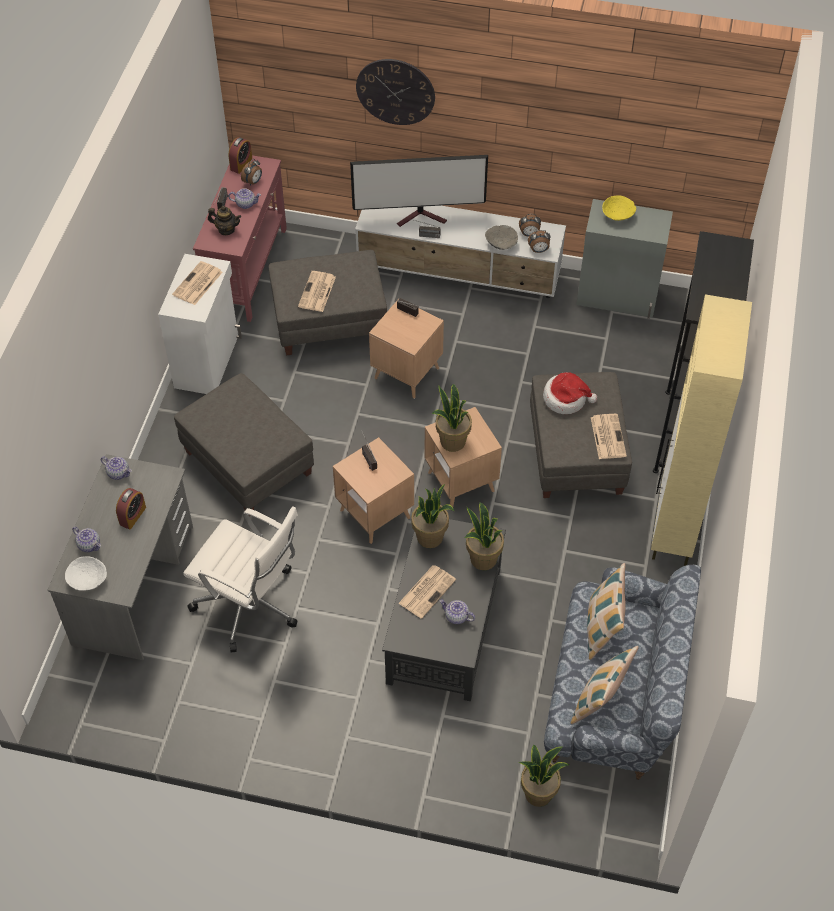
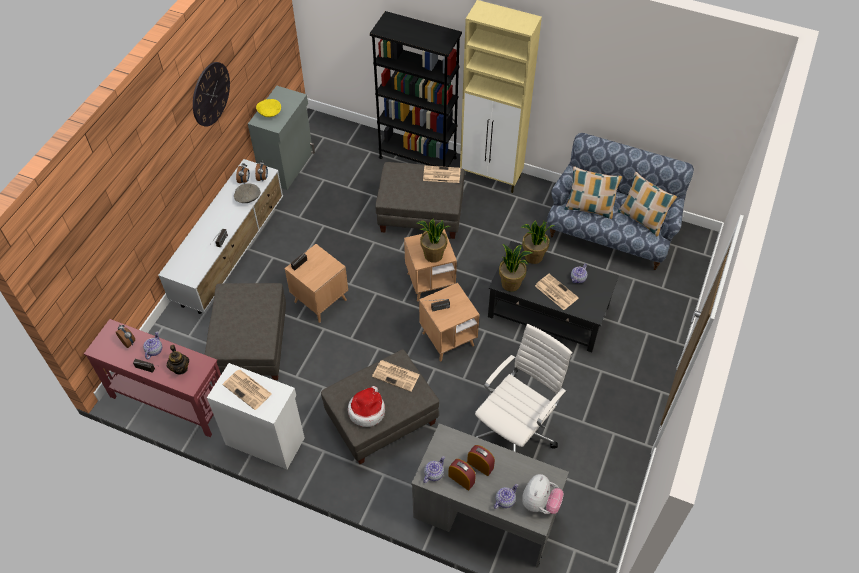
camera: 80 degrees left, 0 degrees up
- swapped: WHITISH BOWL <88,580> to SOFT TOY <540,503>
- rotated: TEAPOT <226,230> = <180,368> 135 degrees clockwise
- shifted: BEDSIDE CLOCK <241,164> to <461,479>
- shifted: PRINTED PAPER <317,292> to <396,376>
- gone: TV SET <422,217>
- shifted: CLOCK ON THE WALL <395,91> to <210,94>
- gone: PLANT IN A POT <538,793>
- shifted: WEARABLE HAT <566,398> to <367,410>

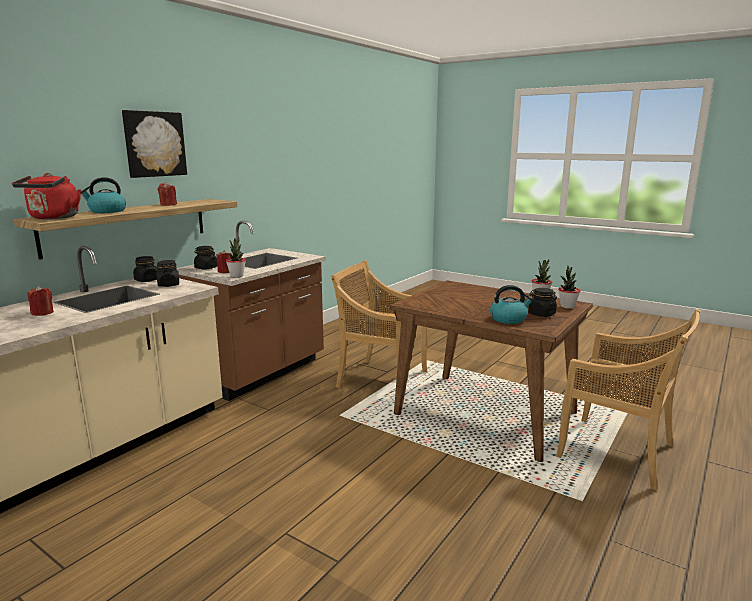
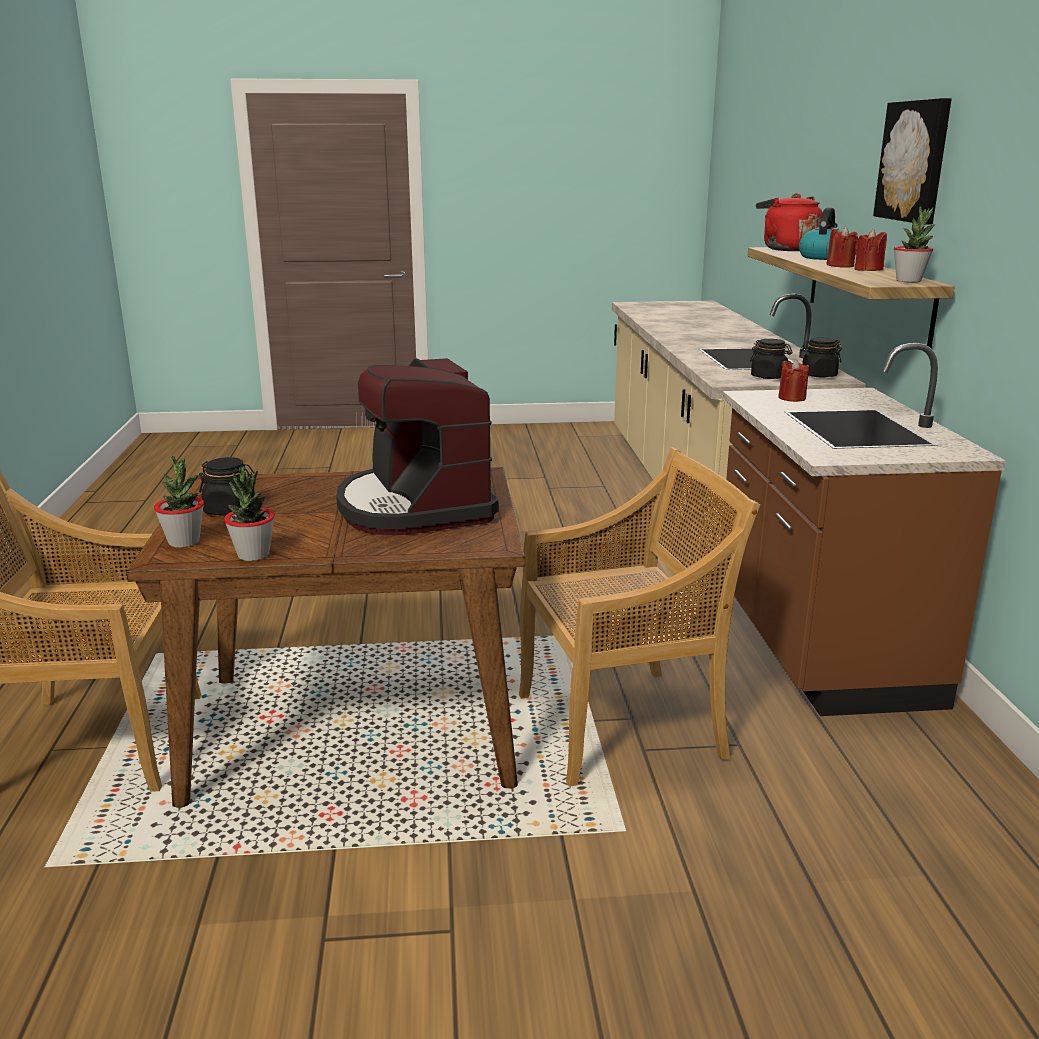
camera: 140 degrees right, 5 degrees up
- shifted: RED-COLOURED CANDLE <42,313> to <840,266>
- gone: BLACK-COLOURED PRESERVE JAR <206,268>
- shifted: PLANT IN A POT <237,276> to <908,281>
- gone: WATER KETTLE <508,319>
- new: COFFEE BREWER <415,507>

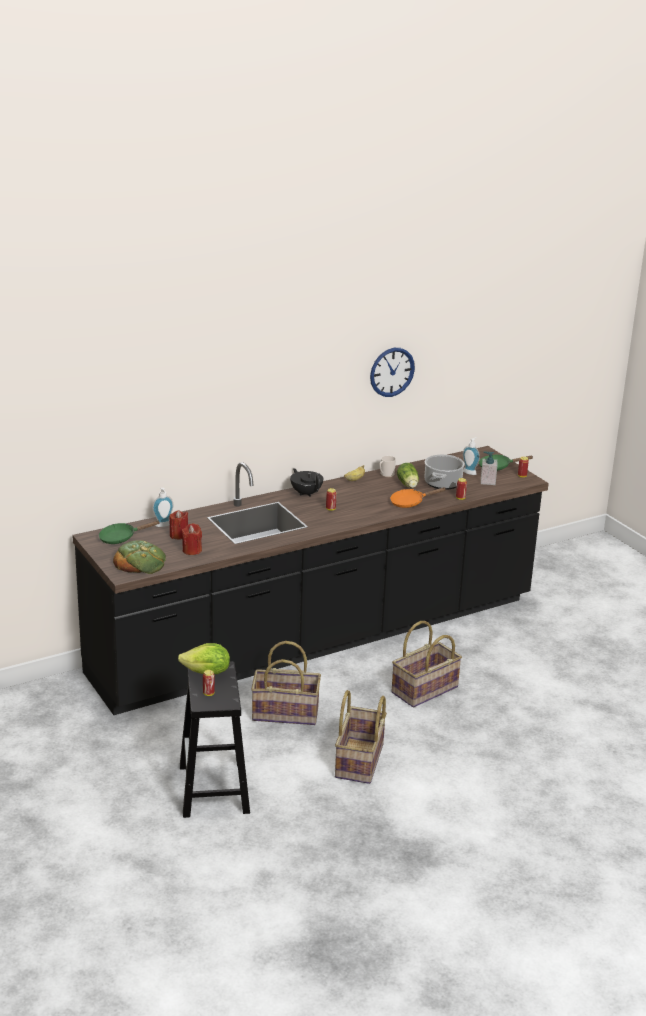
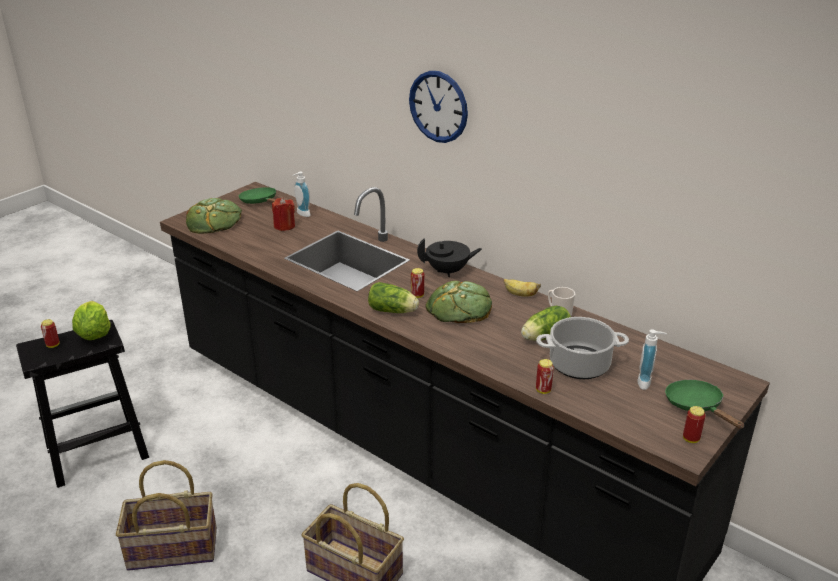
camera: 70 degrees right, 5 degrees up
- gone: RED-COLOURED CANDLE <192,550>
- gone: STORAGE BASKET <286,712>
- rotated: BLACK-COLOURED TEAPOT <306,493> = <448,271> 45 degrees clockwise
- shifted: CLOCK ON THE WALL <392,372> to <438,106>
- gone: ORANGE PAN <410,502>
- gone: SOAP DISPENSER <487,481>
- new: HEAD OF LETTUCE <394,311>
- new: BAKERY BREAD <459,308>

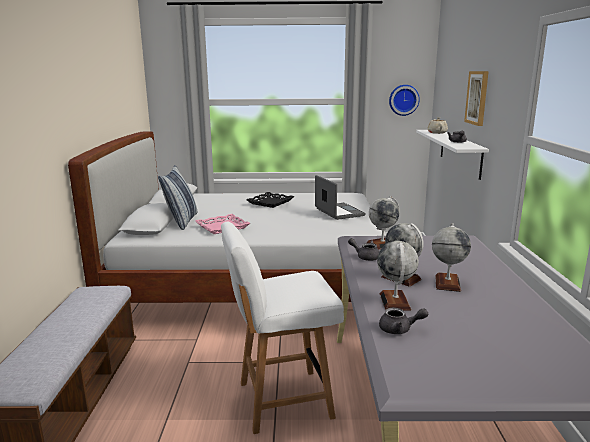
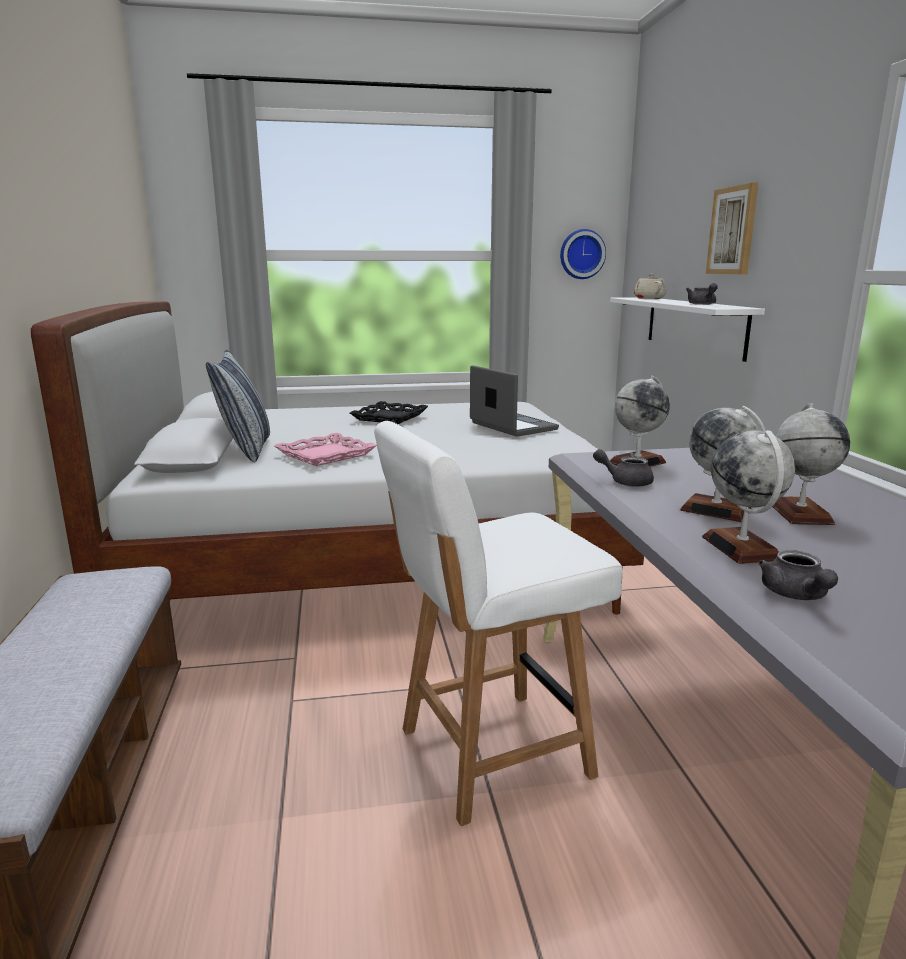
camera: 10 degrees left, 0 degrees up
- rotated: GREYISH TEAPOT <399,329> = <796,595> 90 degrees clockwise

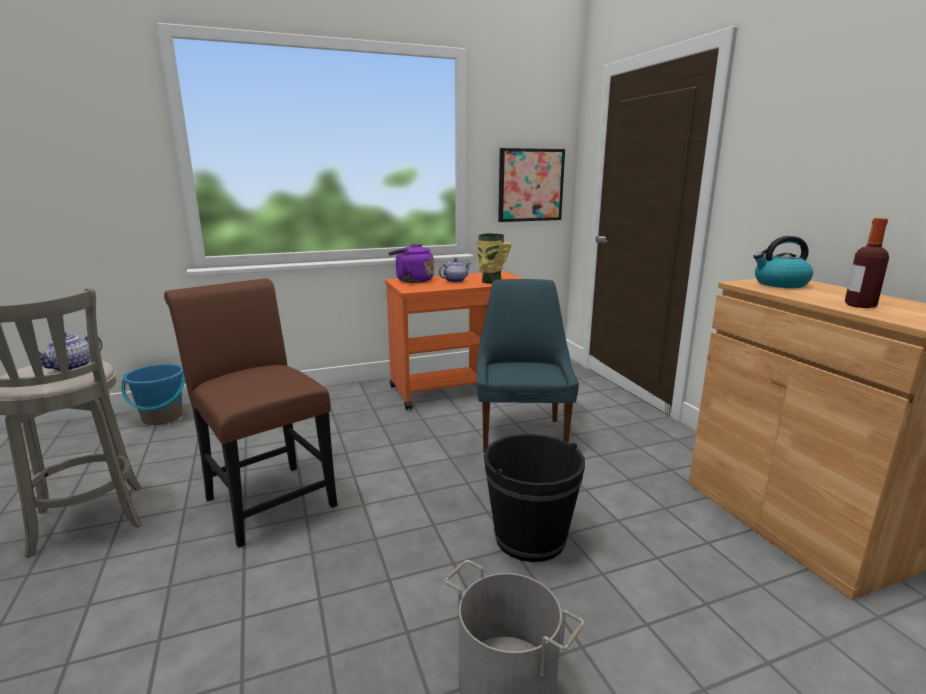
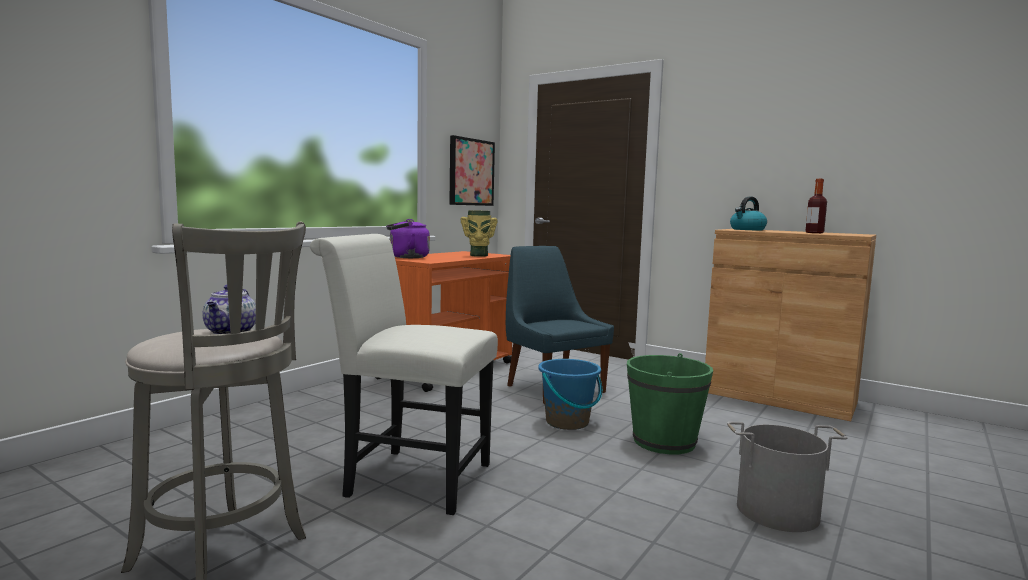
camera: 35 degrees left, 10 degrees down
- shifted: BLUISH PAIL <162,418> to <567,422>
- repainted: BROWNISH UPRIGHT CHAIR <266,498> to WHITISH UPRIGHT CHAIR <409,478>
- gone: TEAPOT <455,281>
- repainted: BLACK-COLOURED PAIL <530,538> to GREENISH PAIL <664,442>

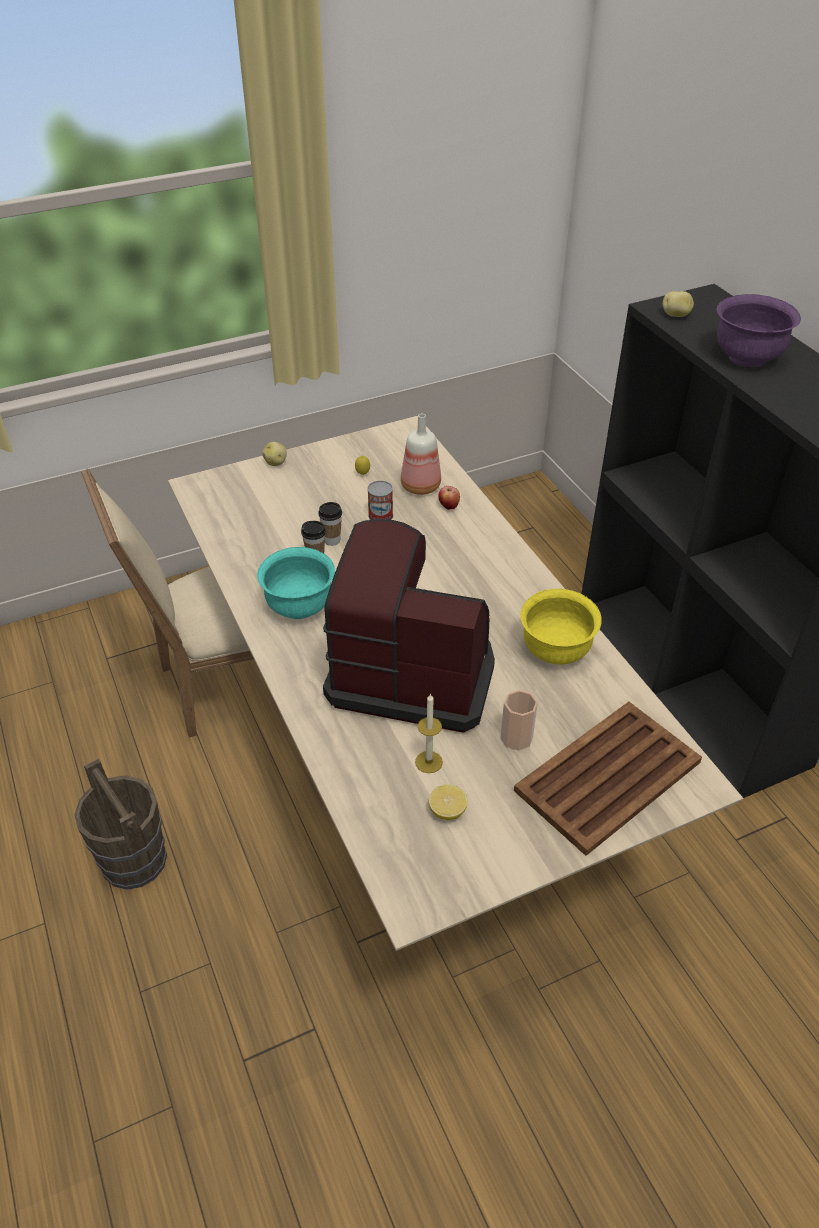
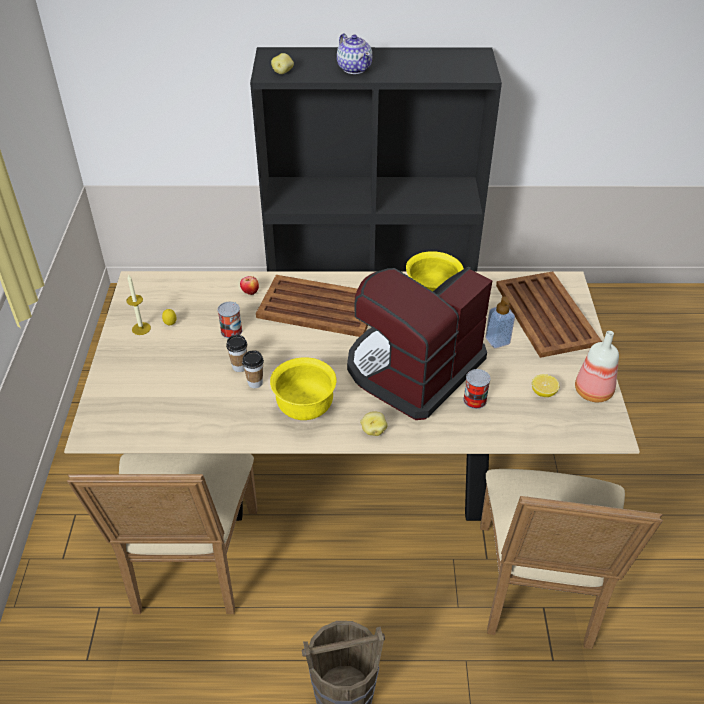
camera: 65 degrees left, 0 degrees up
- repainted: BLUE-GREEN BOWL <299,607> to YELLOW-COLOURED BOWL <305,408>
- shifted: WHOLE POTATO <276,462> to <373,430>
- shifted: BEVERAGE BOTTLE <420,487> to <594,392>
- shifted: CANDLE <428,762> to <141,328>
- swapped: CUP <516,737> to SOAP DISPENSER <497,341>
- swapped: PURPLE BOWL <746,357> to TEAPOT <354,68>
- new: BROWNISH SERVING TRAY <317,306>
- new: METAL CAN <474,400>
- new: BEIGE UPRIGHT CHAIR <538,592>

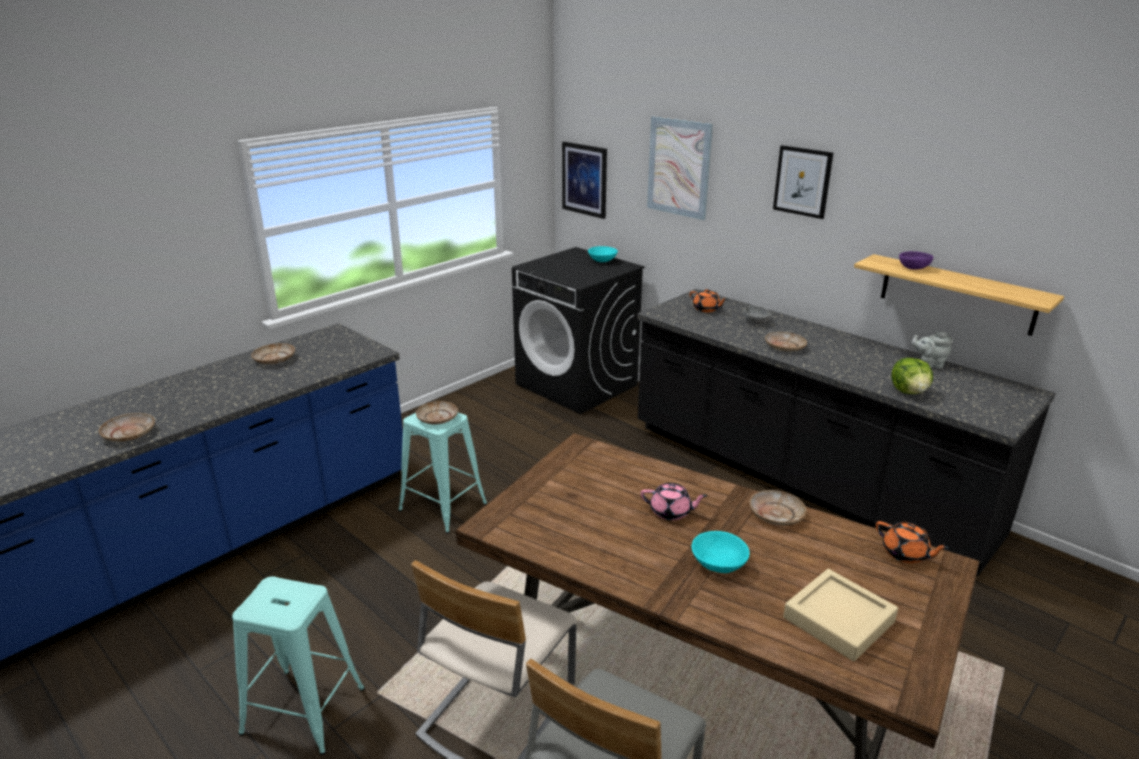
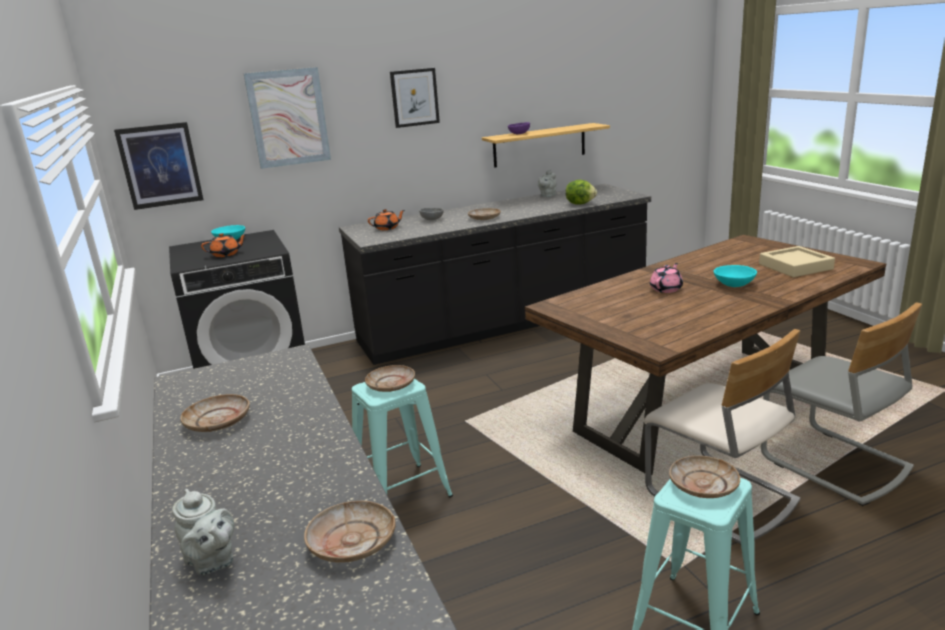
camera: 65 degrees left, 5 degrees down
- shifted: BEIGE FLAT DISH <776,514> to <703,485>
- shifted: ORANGE TEAPOT <905,554> to <226,254>
- new: GREYISH TEAPOT <211,562>

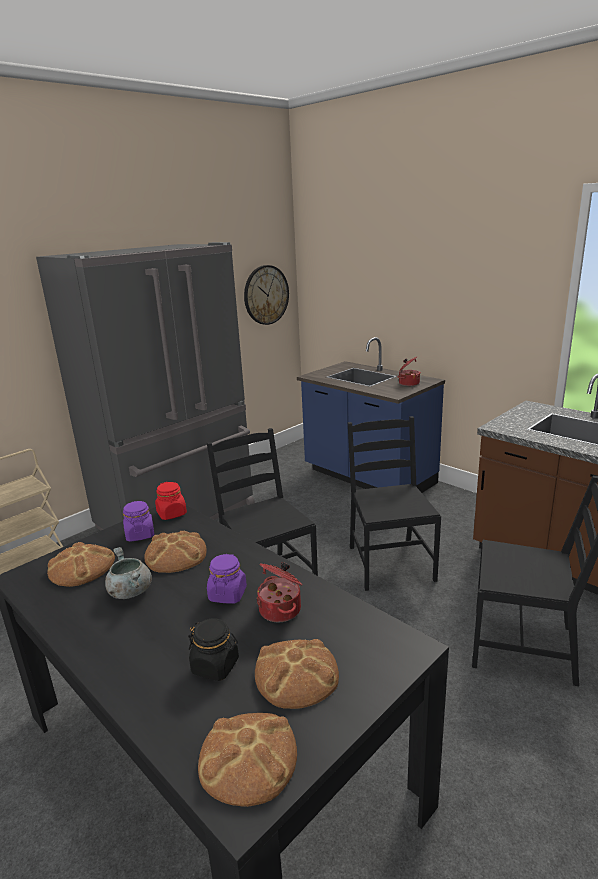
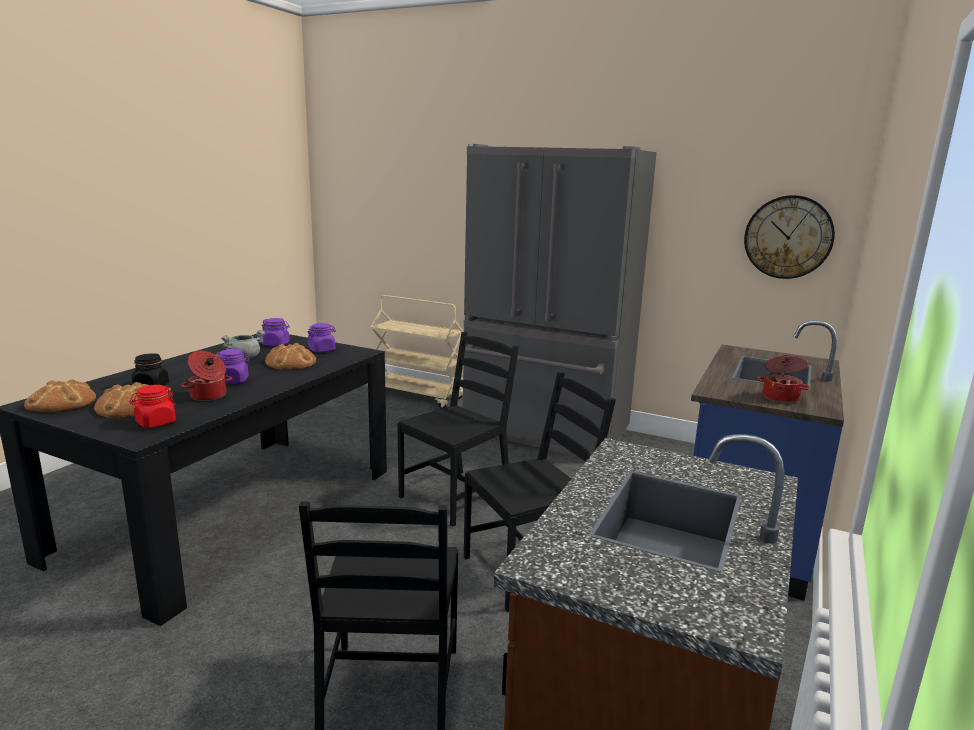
camera: 70 degrees right, 5 degrees down
- swapped: BAKERY BREAD <81,567> to PURPLE PRESERVE JAR <276,344>
- shifted: RED-COLOURED PRESERVE JAR <172,513> to <155,423>

